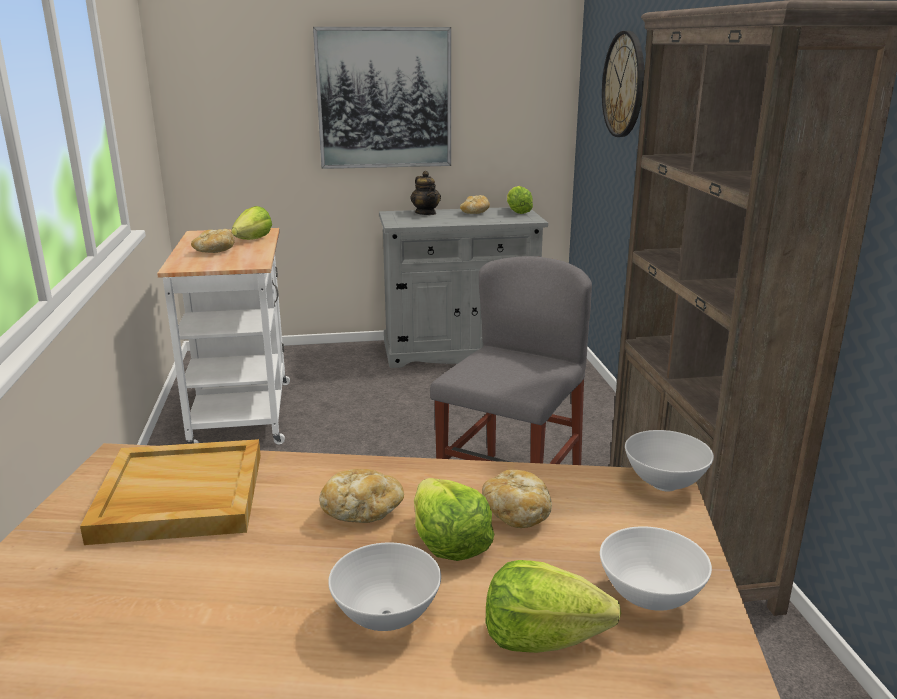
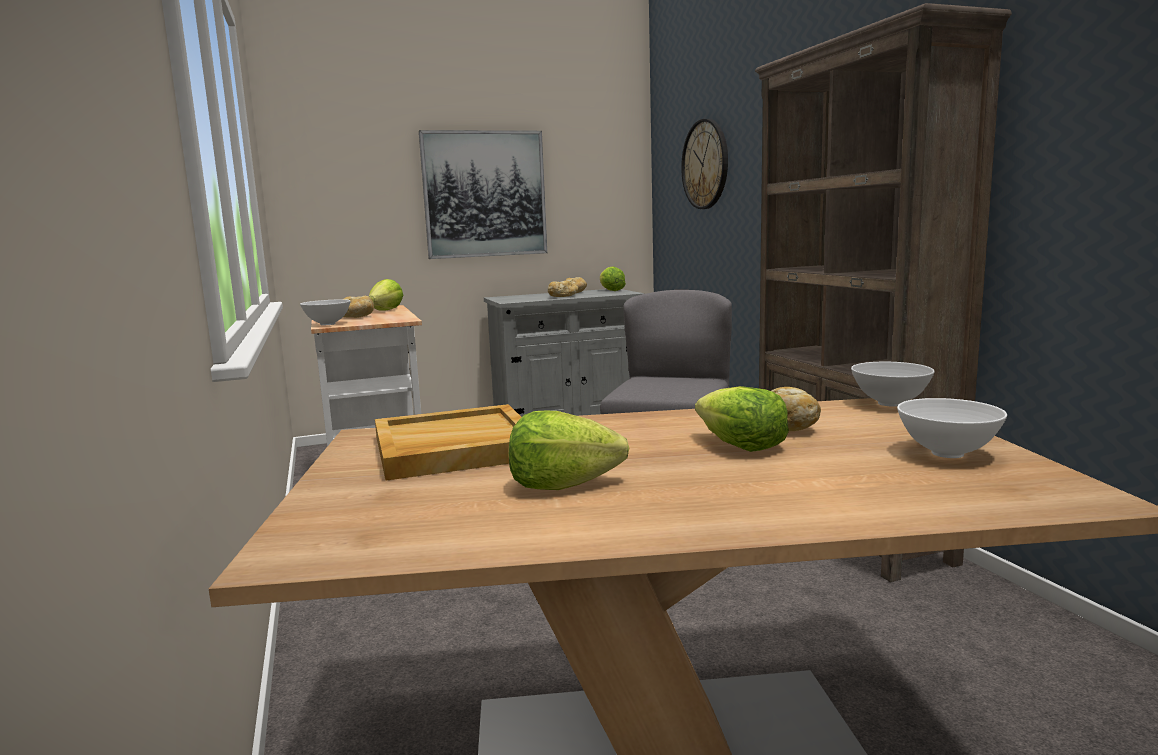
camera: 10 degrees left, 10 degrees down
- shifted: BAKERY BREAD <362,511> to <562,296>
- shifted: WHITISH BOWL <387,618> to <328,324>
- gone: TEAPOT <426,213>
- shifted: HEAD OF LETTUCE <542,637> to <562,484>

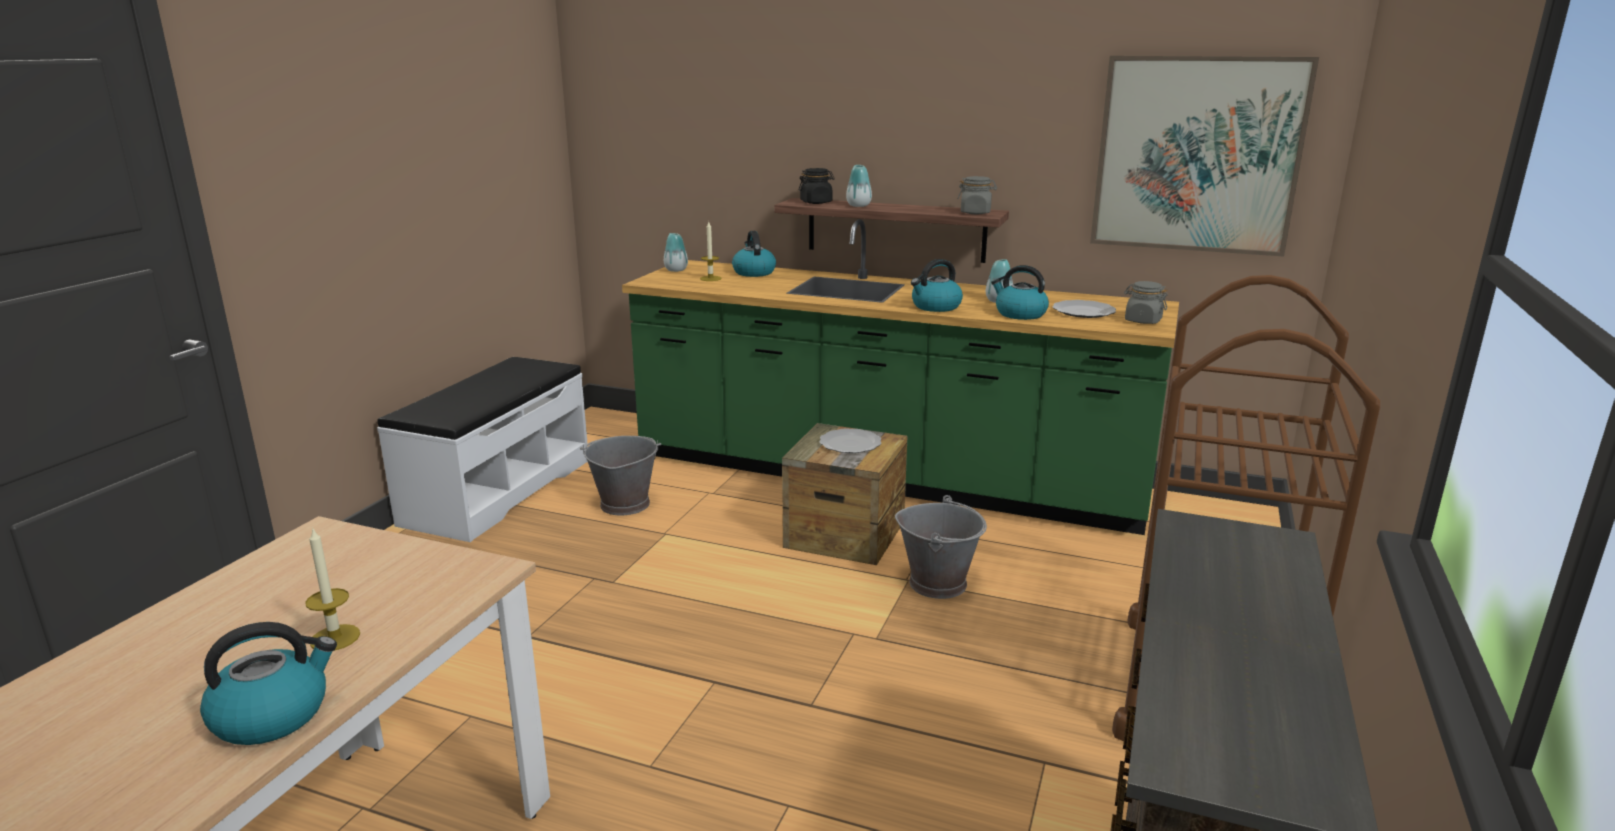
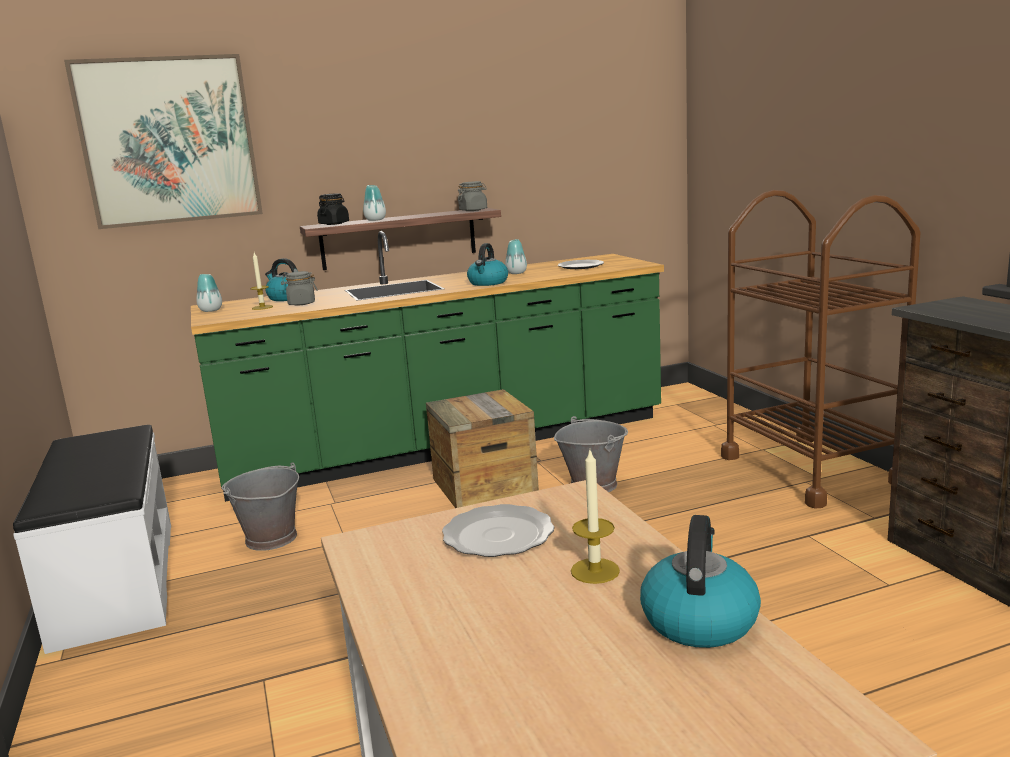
camera: 40 degrees left, 5 degrees down
- shifted: FLAT DISH <851,444> to <500,535>
- gone: WATER KETTLE <1019,314>
- shifted: WALL PICTURE <1197,155> to <169,141>
- shifted: GREYISH PRESERVE JAR <1142,321> to <301,303>

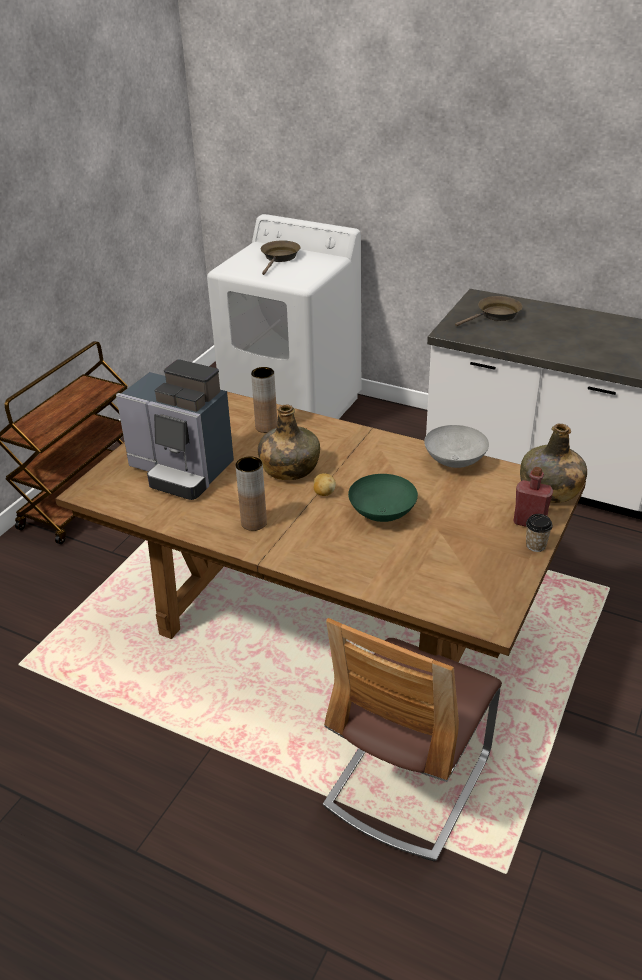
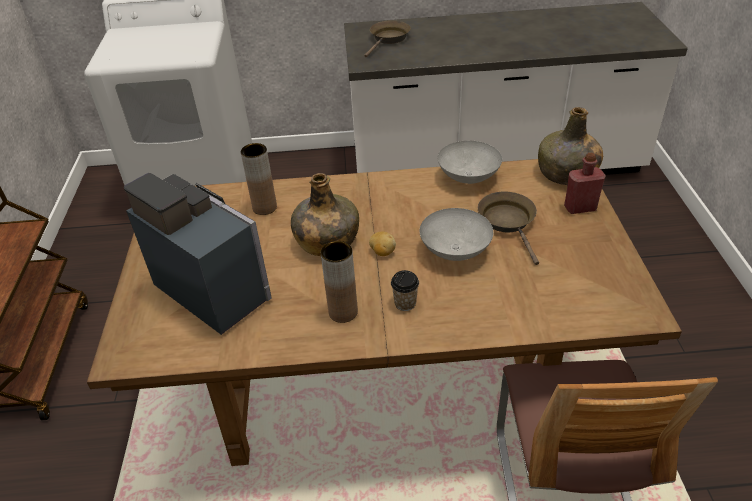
camera: 30 degrees left, 5 degrees up
- rotated: COFFEE BREWER <182,470> = <215,287> 135 degrees counterclockwise
- shifted: BROWNISH PAN <279,258> to <508,222>
- repainted: GREENISH BOWL <381,514> to GREYISH BOWL <454,251>
- shifted: CUP <536,545> to <405,303>

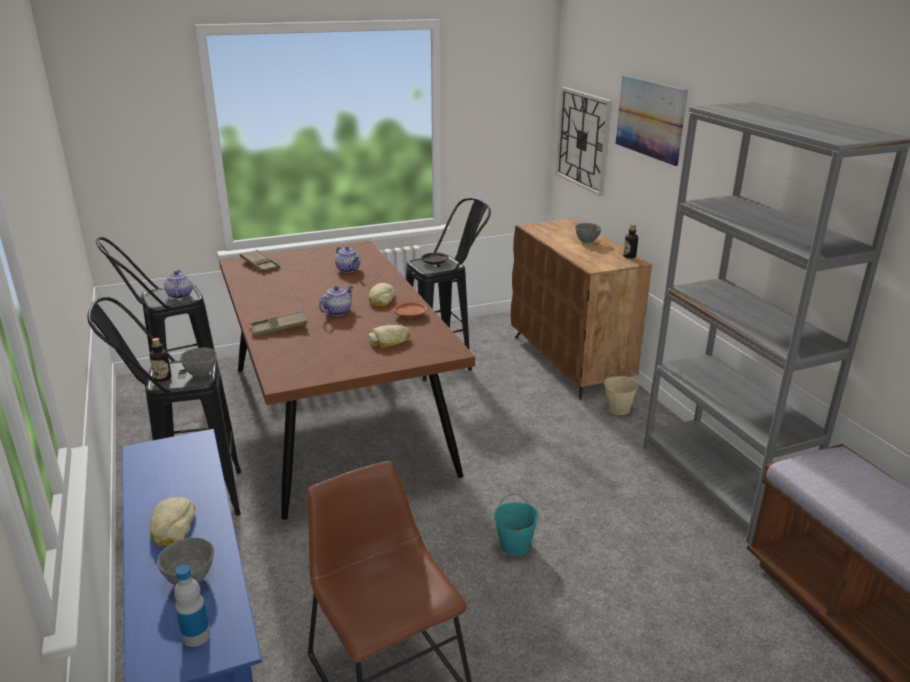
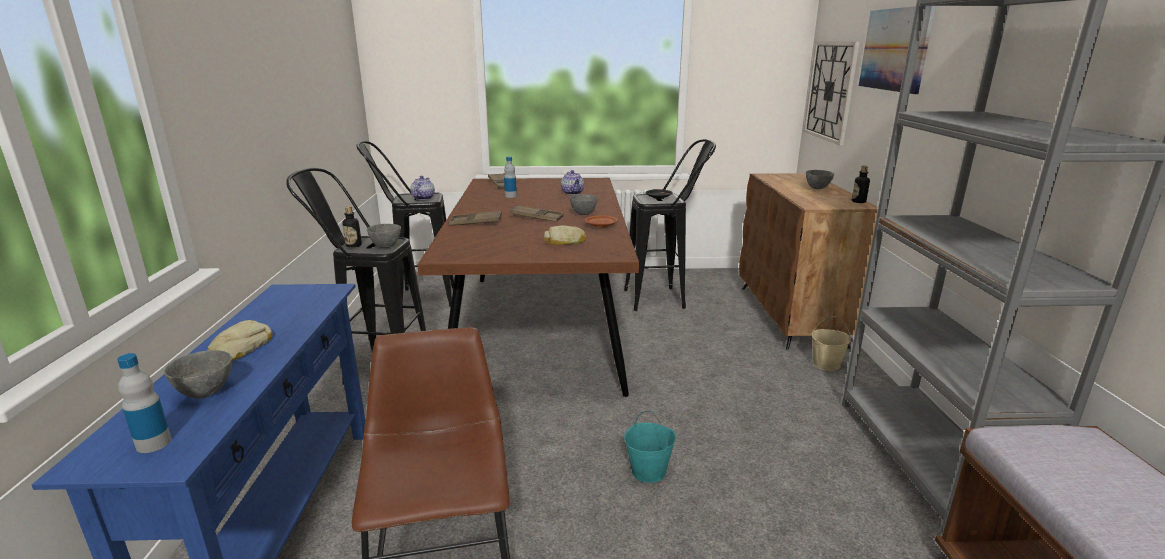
camera: 20 degrees right, 5 degrees down
- swapped: TEAPOT <337,311> to BROWNISH SERVING TRAY <537,217>
- swapped: BAKERY BREAD <380,299> to GREYISH BOWL <583,214>
- new: BEVERAGE BOTTLE <510,196>

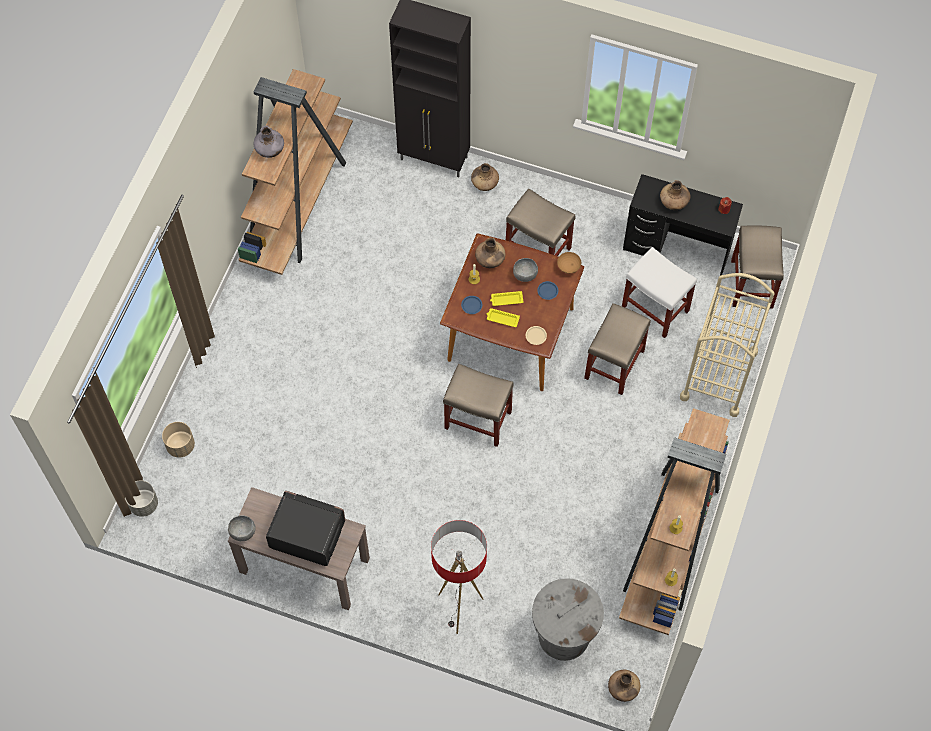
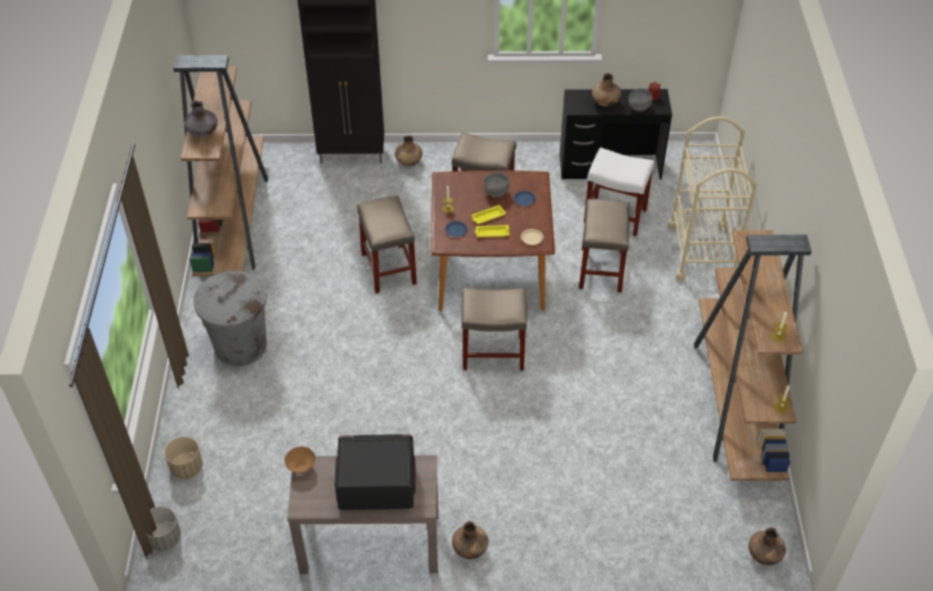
camera: 20 degrees left, 15 degrees down
- shifted: GREYISH BOWL <243,533> to <639,108>
- gone: STANDARD LAMP <459,609>
- shifted: BROWNISH FLOWER VASE <490,260> to <470,549>
- shifted: GREYISH RUBBISH BIN <563,635> to <240,346>
- shifted: BROWNISH BOWL <568,268> to <301,467>
- shifted: BEIGE STOOL SEAT <751,283> to <388,268>

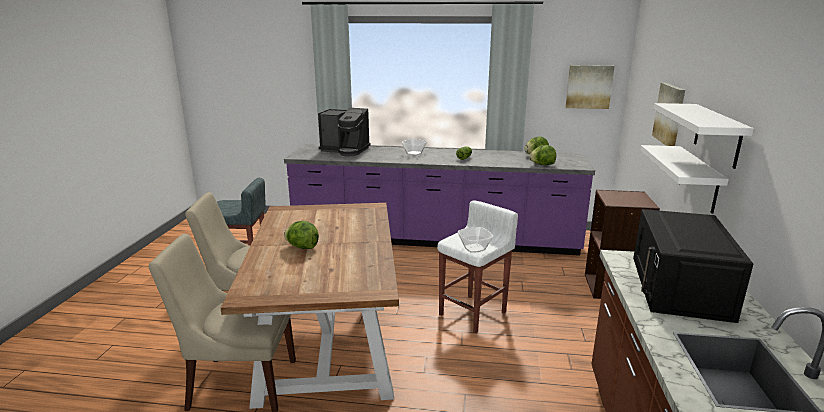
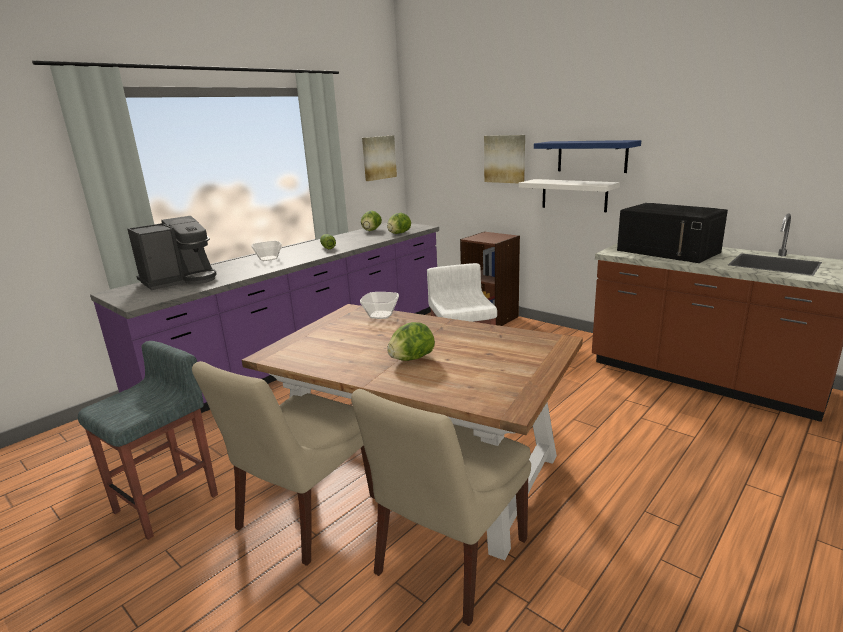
camera: 55 degrees left, 0 degrees up
- shifted: BOWL <474,248> to <381,315>
- repainted: WHITISH BRACKET SHELF <717,135> to BLUISH BRACKET SHELF <592,156>

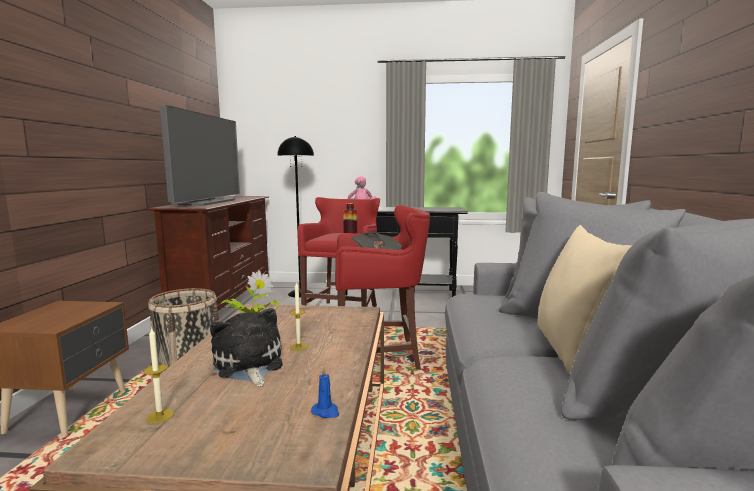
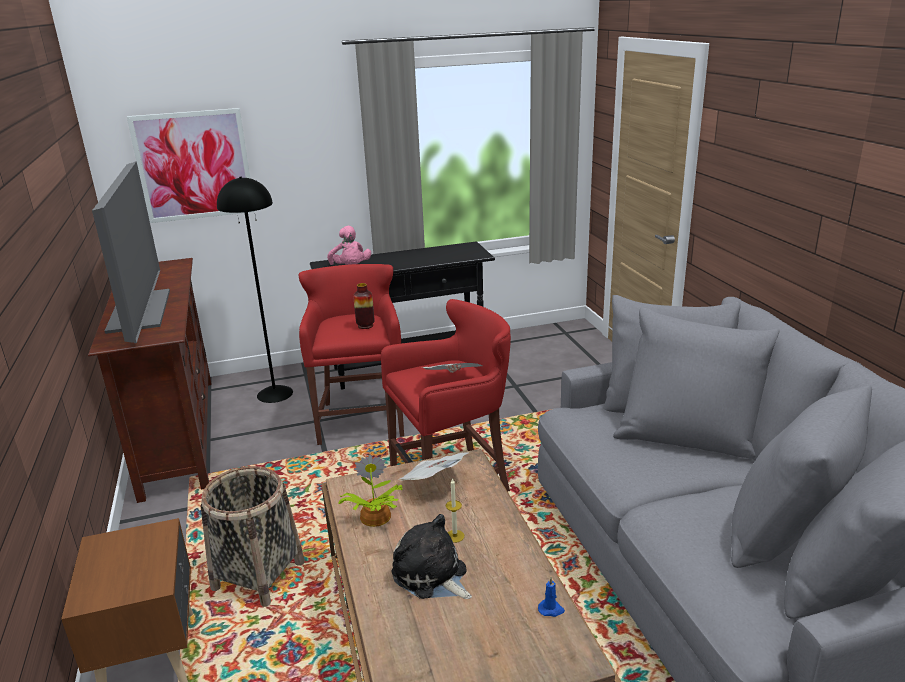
camera: 20 degrees left, 15 degrees up
- gone: CANDLE <160,416>
- gone: BEIGE CUSHION <572,350>
- new: WALL PICTURE <194,165>
- new: PRINTED PAPER <433,482>

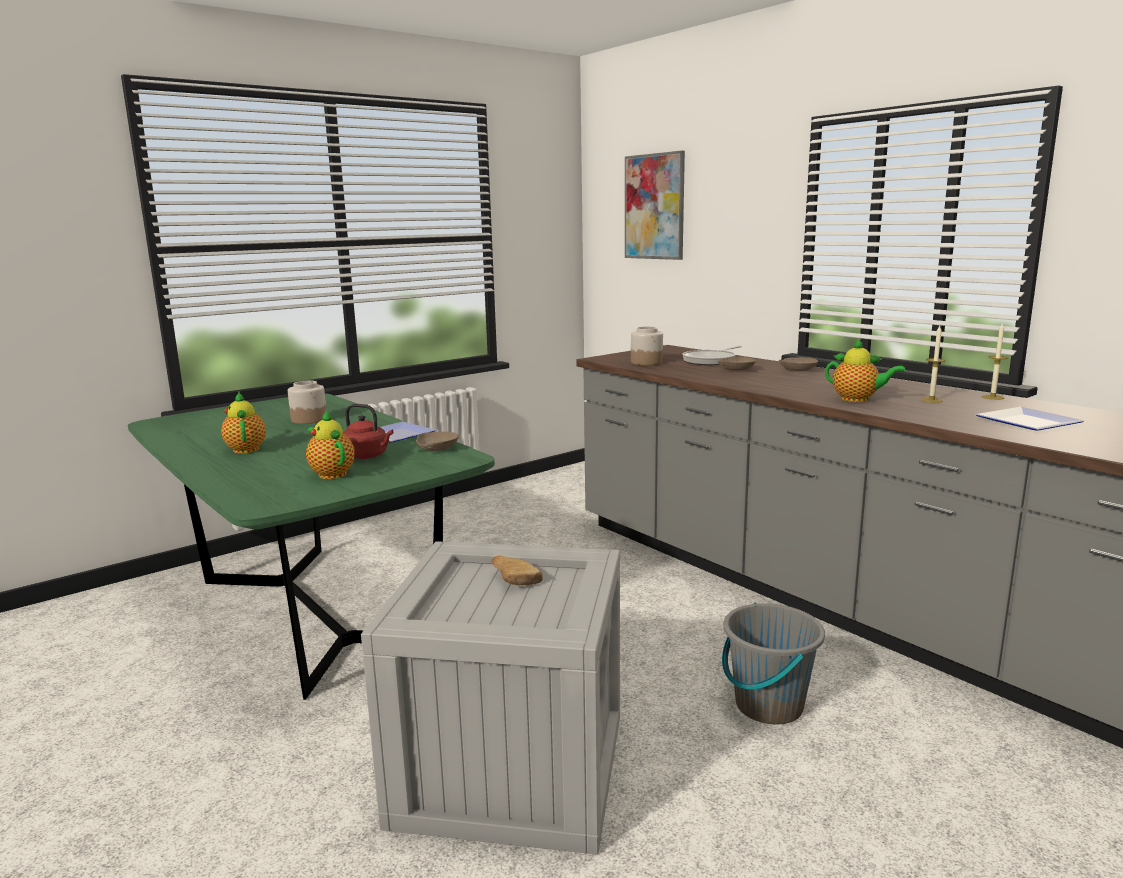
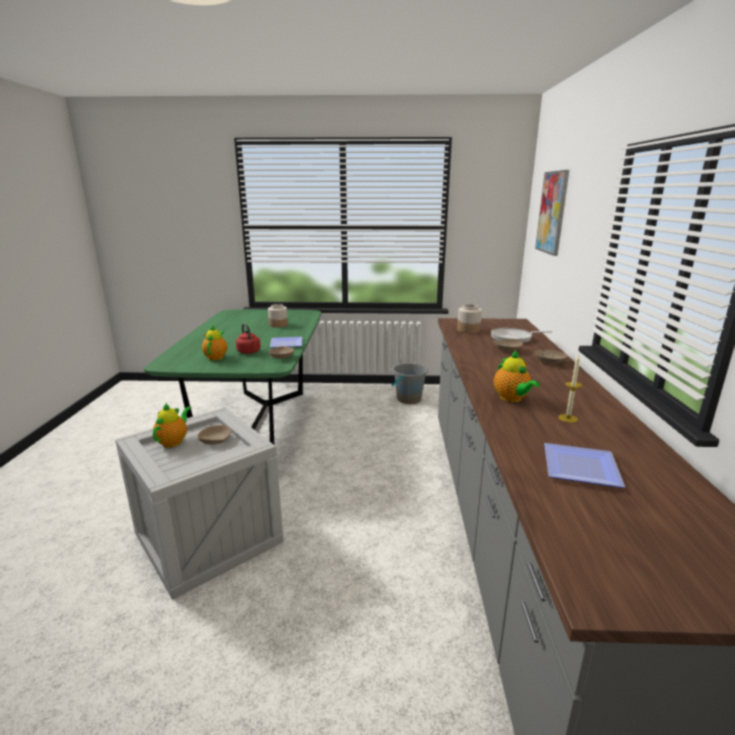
camera: 40 degrees right, 5 degrees up
- shifted: TEAPOT <246,449> to <174,441>
- swapped: BAKERY BREAD <513,579> to BEIGE BOWL <215,440>
- shifted: GREYISH PAIL <768,705> to <408,399>
- gone: CANDLE <992,397>

